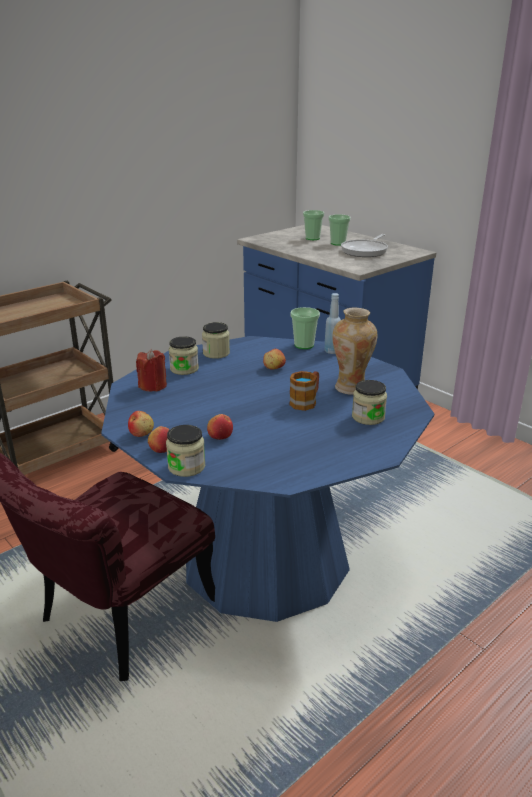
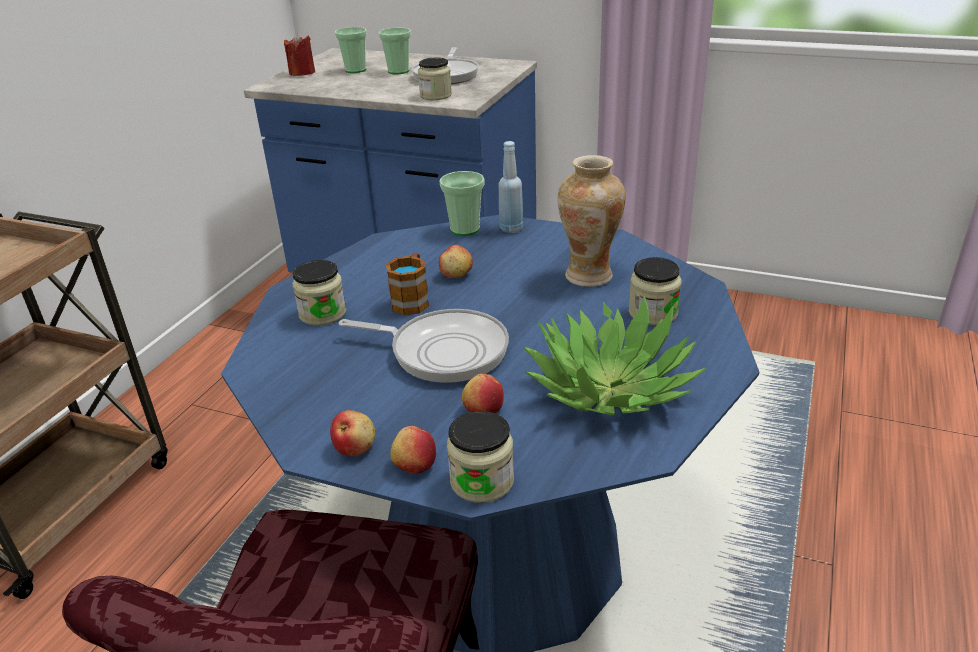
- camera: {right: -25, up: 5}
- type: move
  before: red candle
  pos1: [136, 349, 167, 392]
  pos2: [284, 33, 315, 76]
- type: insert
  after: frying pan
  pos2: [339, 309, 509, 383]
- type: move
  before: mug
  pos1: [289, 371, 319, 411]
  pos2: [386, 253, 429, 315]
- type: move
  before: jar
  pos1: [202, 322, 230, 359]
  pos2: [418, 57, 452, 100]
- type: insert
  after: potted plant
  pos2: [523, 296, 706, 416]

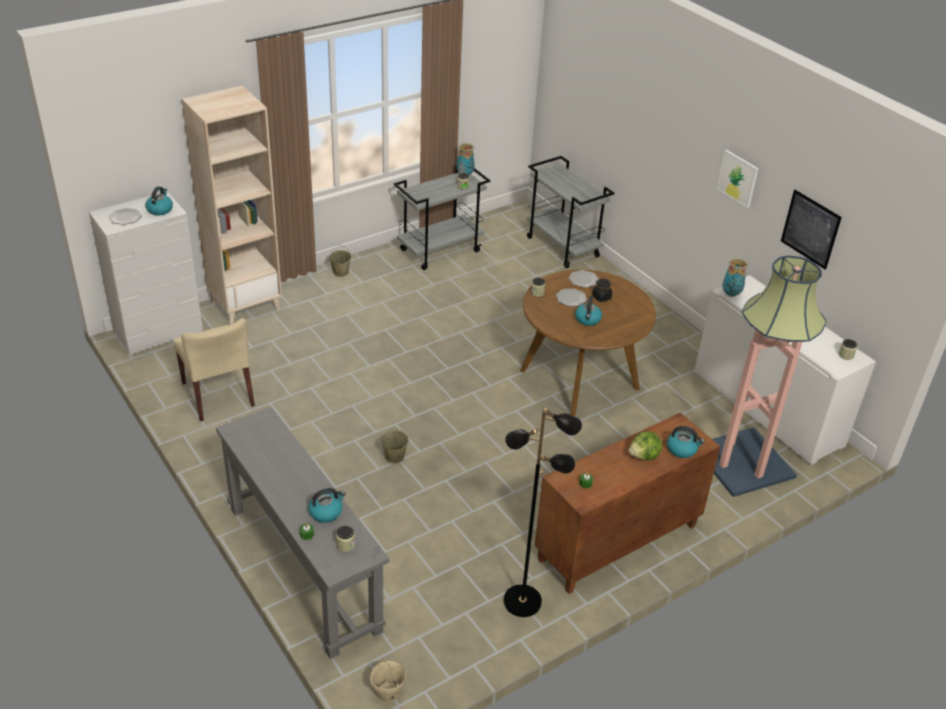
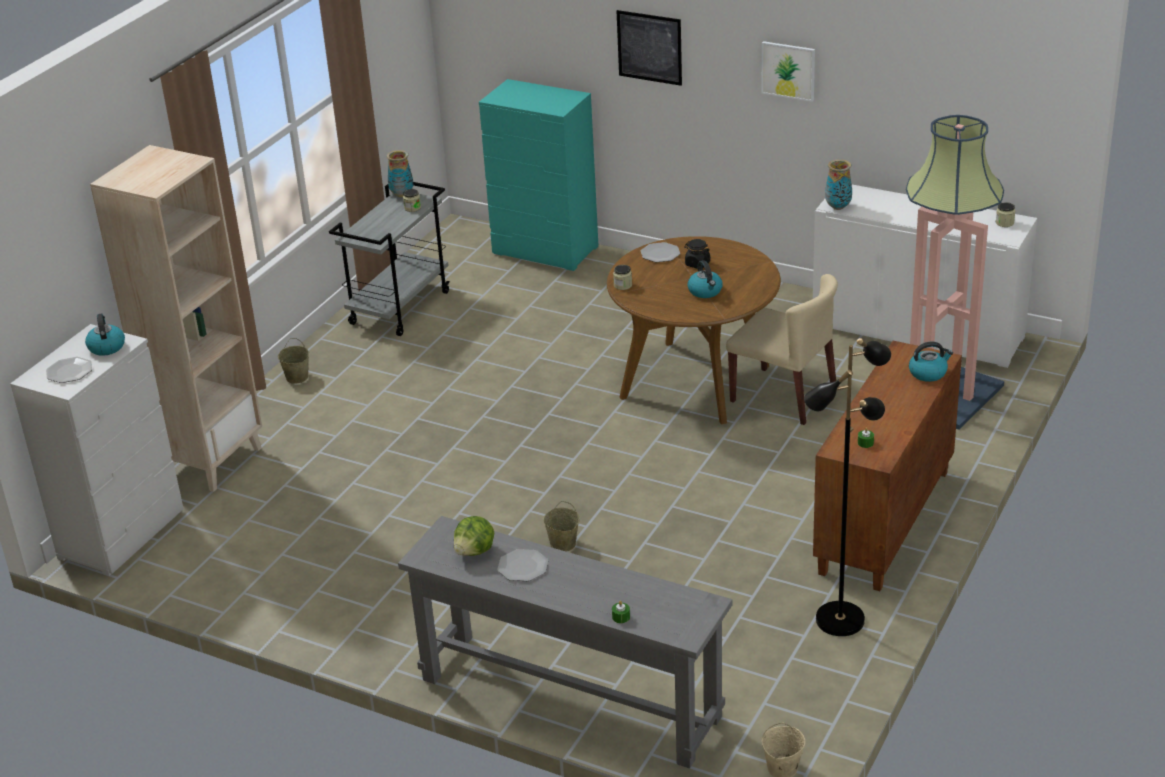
- camera: {right: -25, up: -5}
- type: move
  before: lettuce
  pos1: [629, 431, 662, 461]
  pos2: [454, 516, 494, 556]
- type: replace
  before: grey cart
  after: turquoise dresser
  pos1: [527, 156, 614, 268]
  pos2: [479, 79, 598, 271]
- type: move
  before: plate
  pos1: [556, 288, 587, 307]
  pos2: [497, 549, 548, 581]
- type: move
  before: picture
  pos1: [781, 190, 842, 270]
  pos2: [617, 10, 682, 86]
- type: move
  before: beige chair
  pos1: [173, 318, 255, 422]
  pos2: [726, 274, 838, 425]
- type: delete
  before: kettle
  pos1: [308, 488, 346, 523]
- type: delete
  before: jar
  pos1: [336, 526, 355, 552]

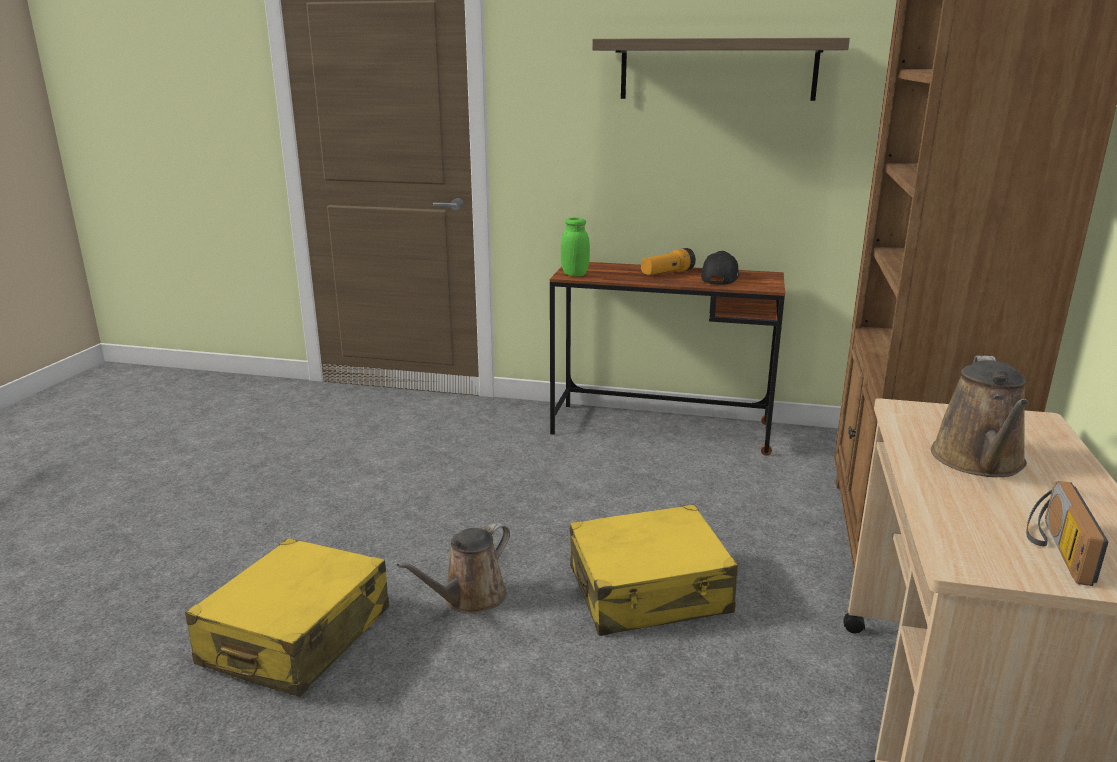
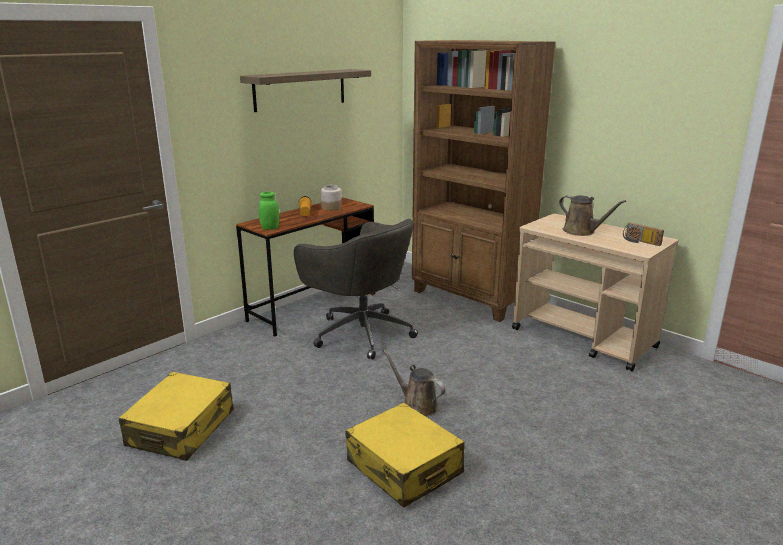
- camera: {right: -60, up: 0}
- type: move
  before: yellow suitcase
  pos1: [570, 504, 738, 636]
  pos2: [119, 372, 234, 461]
- type: insert
  after: grey office chair
  pos2: [294, 219, 418, 359]
- type: replace
  before: black cap
  after: jar
  pos1: [701, 251, 739, 285]
  pos2: [321, 185, 342, 211]
- type: rotate
  before: brown watering can
  pos1: [397, 522, 510, 614]
  pos2: [383, 350, 445, 417]
  turn: 150

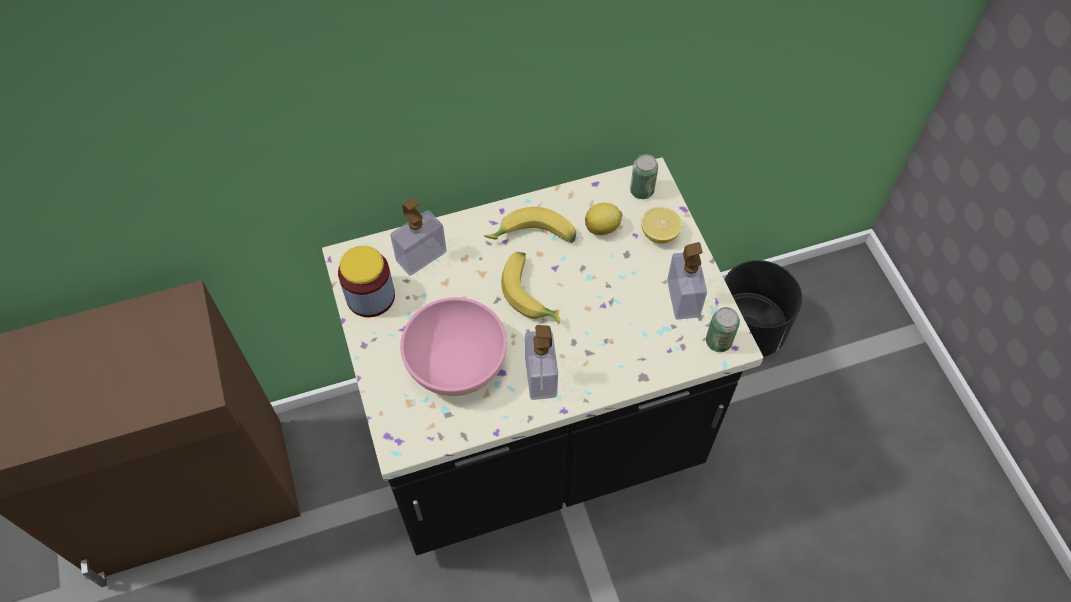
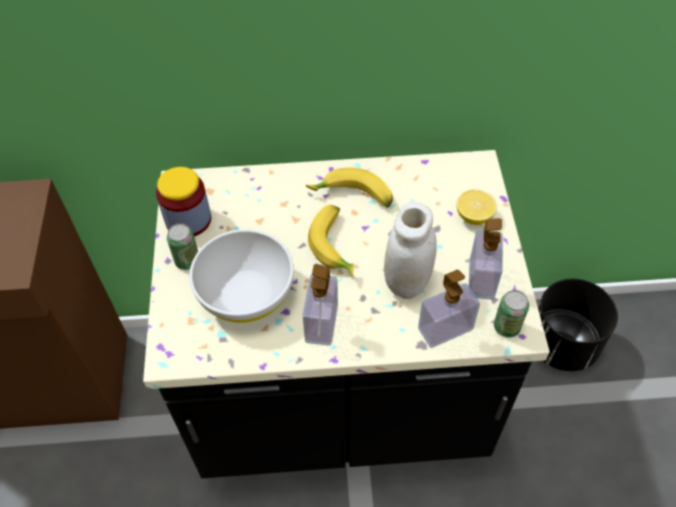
- camera: {right: 15, up: -5}
- type: move
  before: can
  pos1: [630, 154, 658, 199]
  pos2: [167, 223, 198, 270]
- type: recolor
  before: pink bowl
  after: white bowl
  pos1: [400, 297, 507, 396]
  pos2: [189, 229, 294, 323]
- type: insert
  after: white jar
  pos2: [384, 202, 437, 299]
- type: move
  before: soap dispenser
  pos1: [390, 198, 447, 276]
  pos2: [418, 270, 480, 348]
- type: delete
  before: lemon
  pos1: [585, 203, 623, 235]

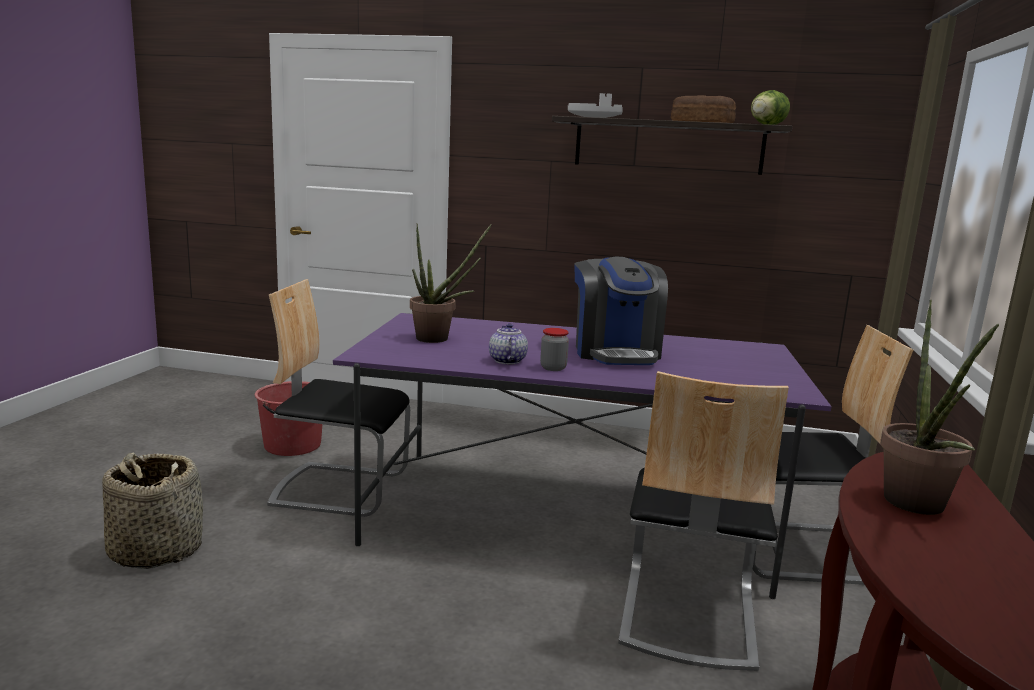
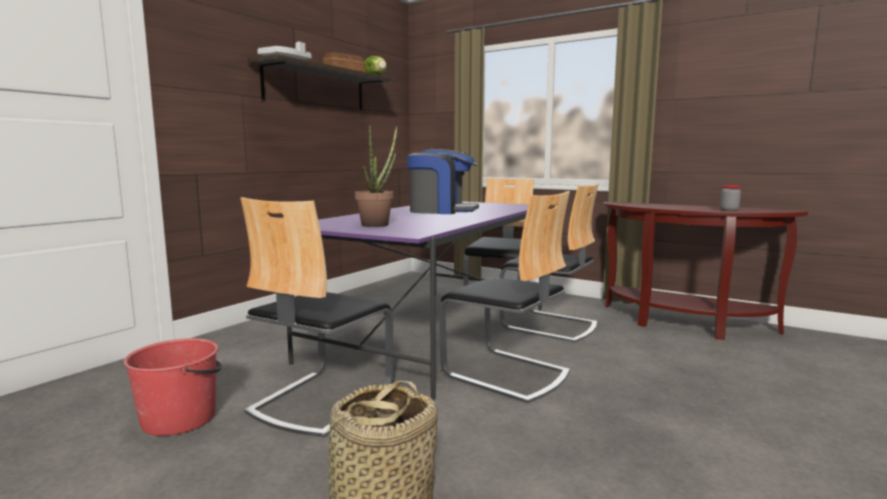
- camera: {right: -70, up: -5}
- type: insert
  after: chair
  pos2: [439, 191, 570, 403]
- type: move
  before: jar
  pos1: [540, 328, 569, 371]
  pos2: [720, 185, 741, 211]
- type: delete
  before: teapot
  pos1: [489, 323, 528, 364]
- type: delete
  before: potted plant
  pos1: [880, 300, 999, 515]

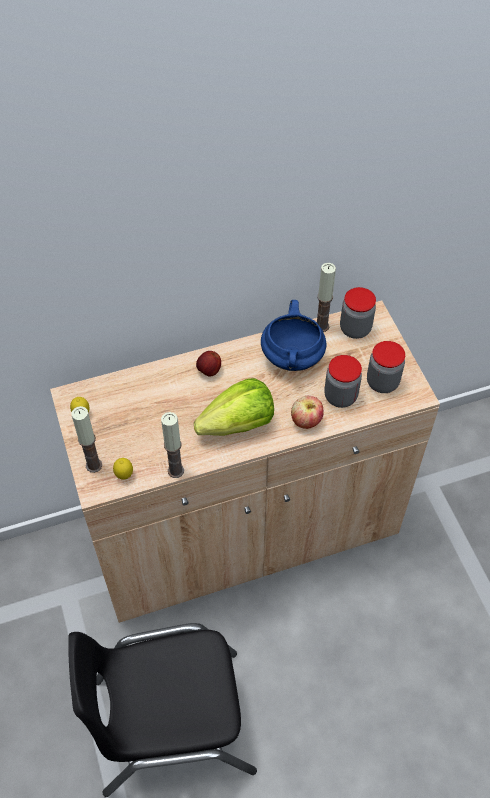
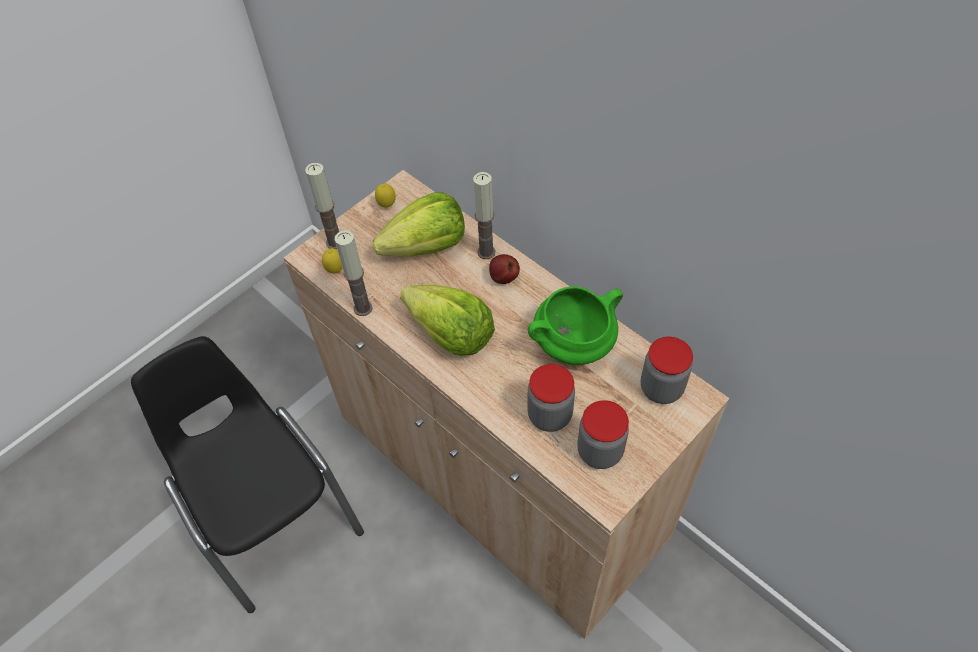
- camera: {right: 65, up: 0}
- type: insert
  after: lettuce
  pos2: [373, 192, 465, 257]
- type: move
  before: candle
  pos1: [317, 263, 336, 332]
  pos2: [473, 172, 495, 259]
- type: recolor
  before: blue cooking pot
  after: green cooking pot
  pos1: [261, 300, 326, 371]
  pos2: [528, 286, 623, 365]
- type: delete
  before: apple
  pos1: [291, 396, 324, 429]

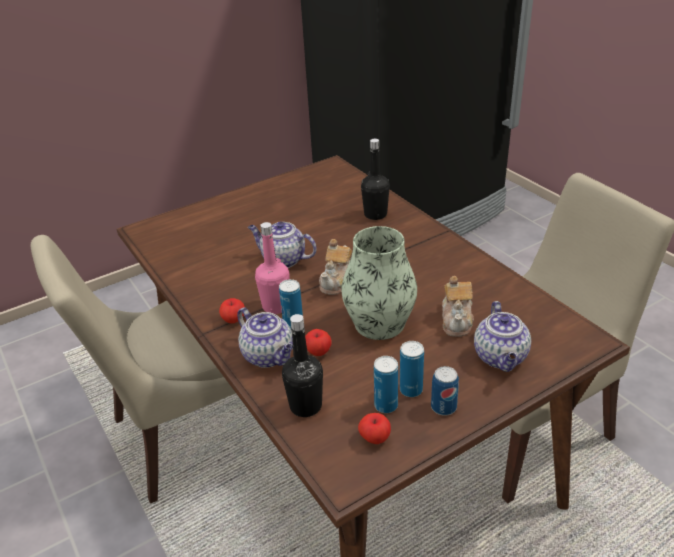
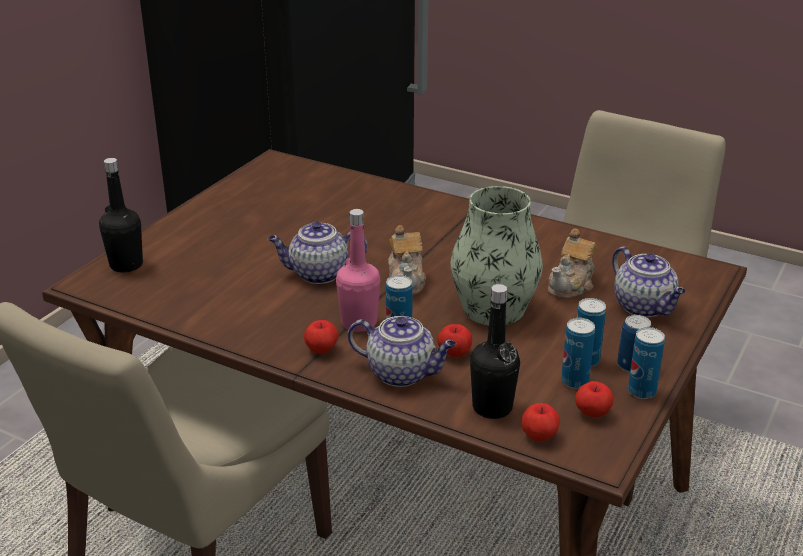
- camera: {right: -30, up: -5}
- type: move
  before: black bottle
  pos1: [361, 138, 390, 220]
  pos2: [99, 158, 143, 272]
- type: insert
  after: apple
  pos2: [521, 403, 560, 441]
- type: rotate
  before: teapot
  pos1: [442, 276, 474, 337]
  pos2: [548, 228, 597, 299]
  turn: 60
- type: insert
  after: can
  pos2: [628, 327, 665, 399]

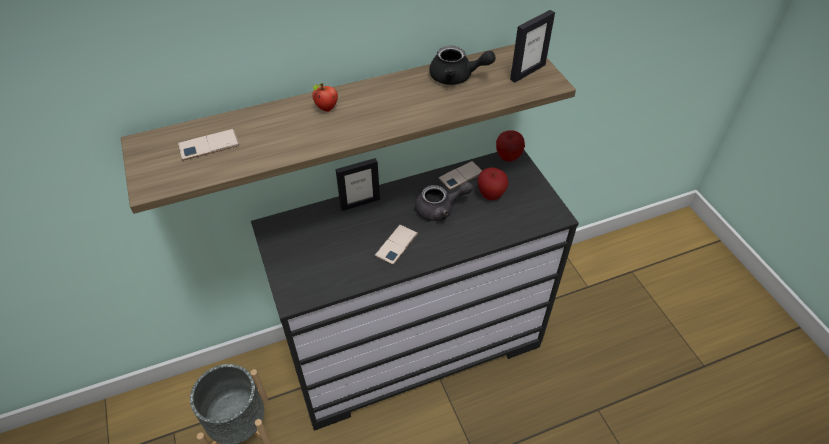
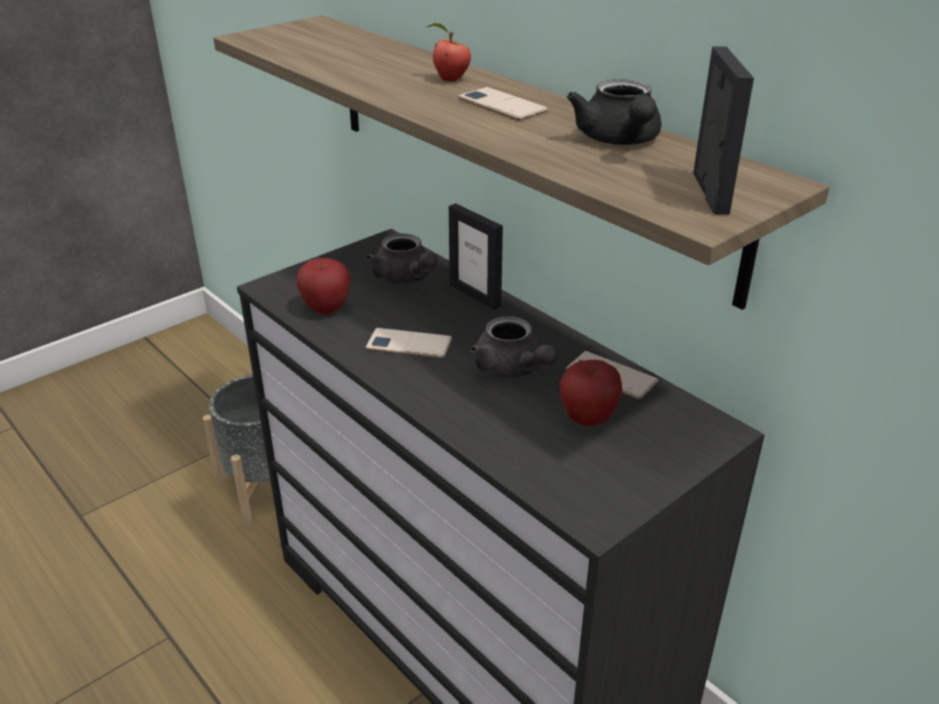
- camera: {right: 70, up: -15}
- type: move
  before: apple
  pos1: [496, 130, 525, 161]
  pos2: [296, 258, 351, 314]
- type: insert
  after: grey teapot
  pos2: [366, 234, 438, 285]
- type: move
  before: phone
  pos1: [178, 129, 239, 160]
  pos2: [458, 87, 548, 121]
- type: rotate
  before: picture frame
  pos1: [510, 10, 555, 83]
  pos2: [693, 47, 754, 214]
  turn: -120

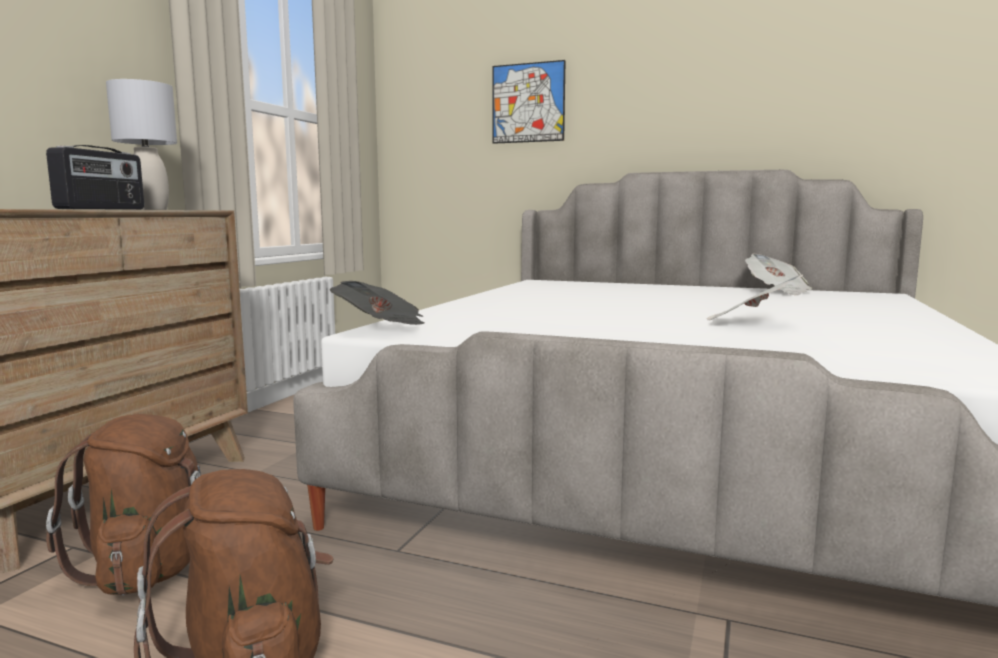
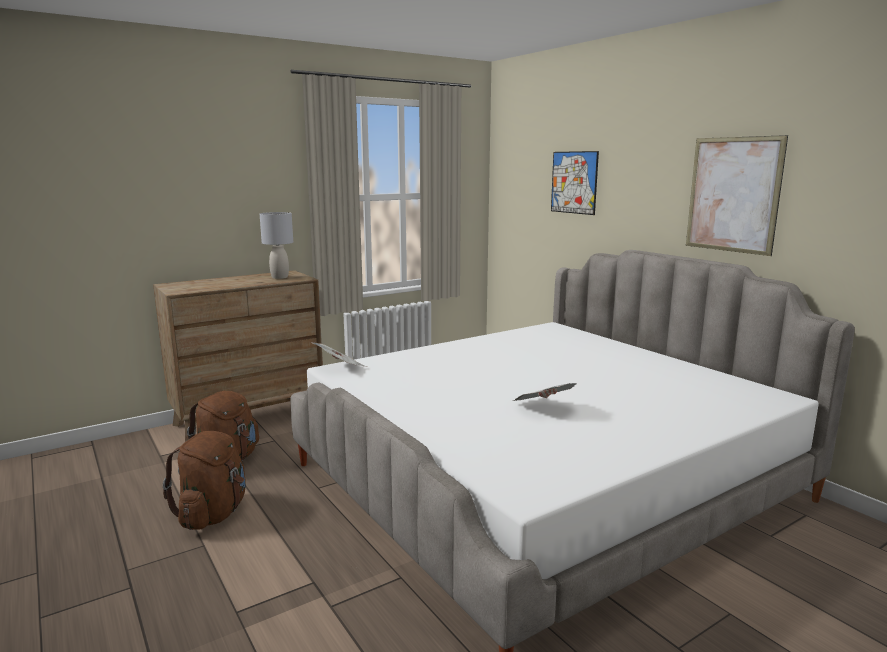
- camera: {right: 35, up: 5}
- type: insert
  after: picture
  pos2: [686, 135, 788, 256]
- type: delete
  before: radio
  pos1: [46, 145, 144, 210]
- type: delete
  before: newspaper
  pos1: [745, 254, 812, 296]

